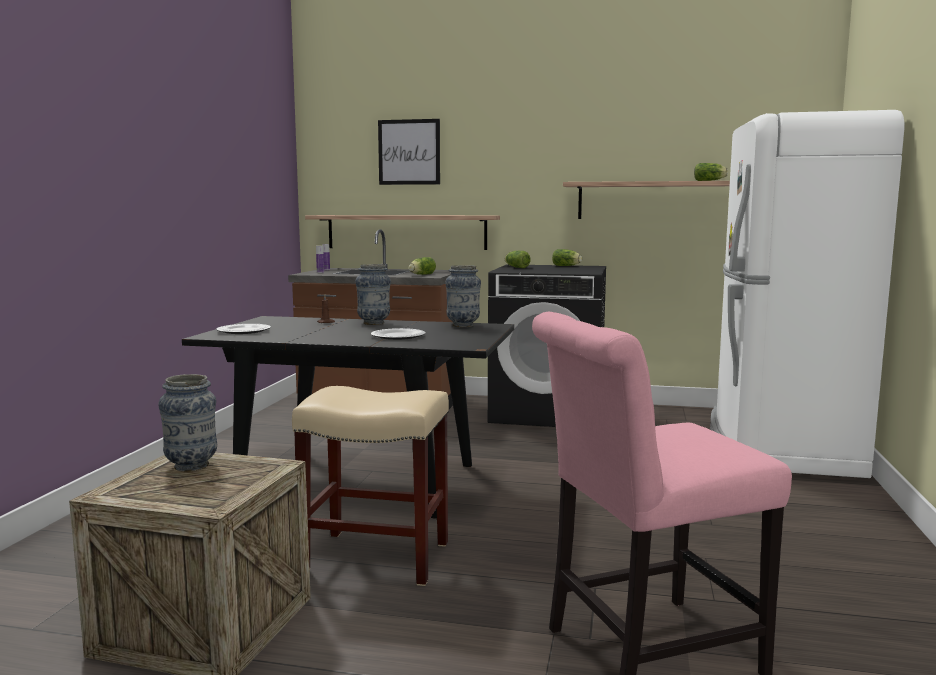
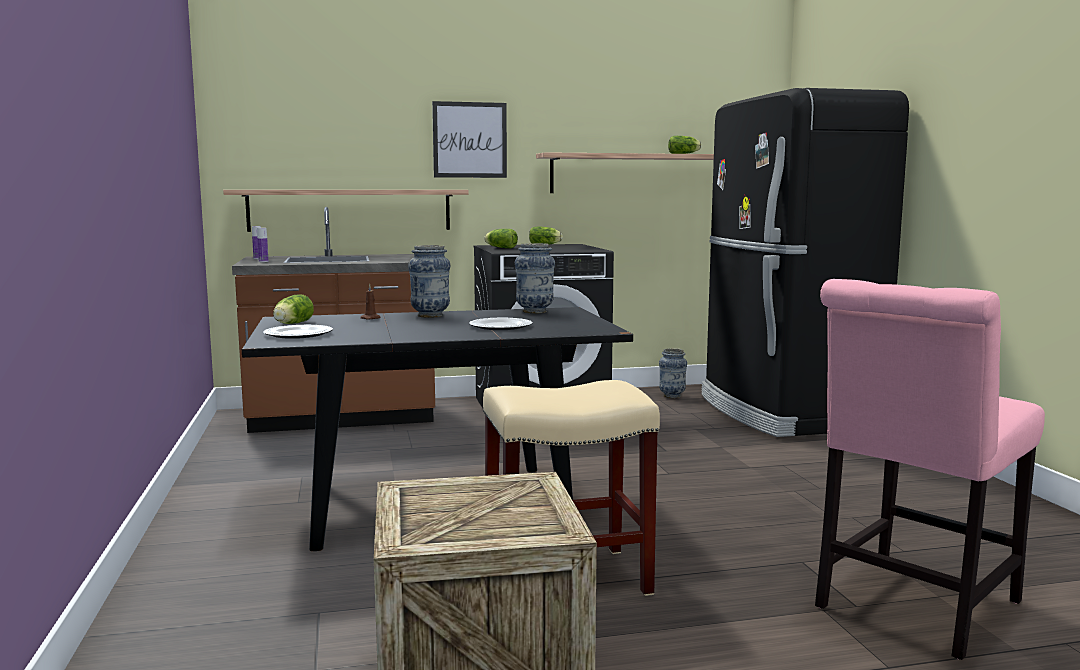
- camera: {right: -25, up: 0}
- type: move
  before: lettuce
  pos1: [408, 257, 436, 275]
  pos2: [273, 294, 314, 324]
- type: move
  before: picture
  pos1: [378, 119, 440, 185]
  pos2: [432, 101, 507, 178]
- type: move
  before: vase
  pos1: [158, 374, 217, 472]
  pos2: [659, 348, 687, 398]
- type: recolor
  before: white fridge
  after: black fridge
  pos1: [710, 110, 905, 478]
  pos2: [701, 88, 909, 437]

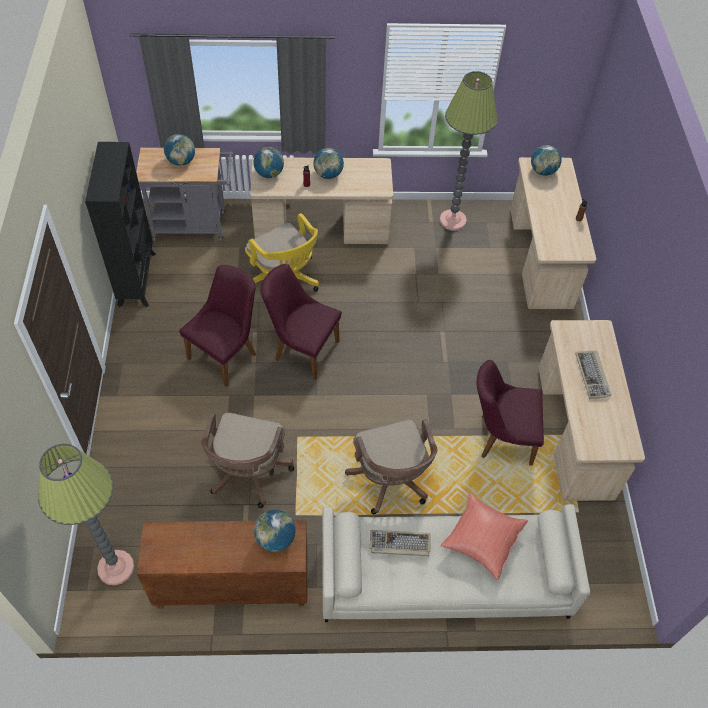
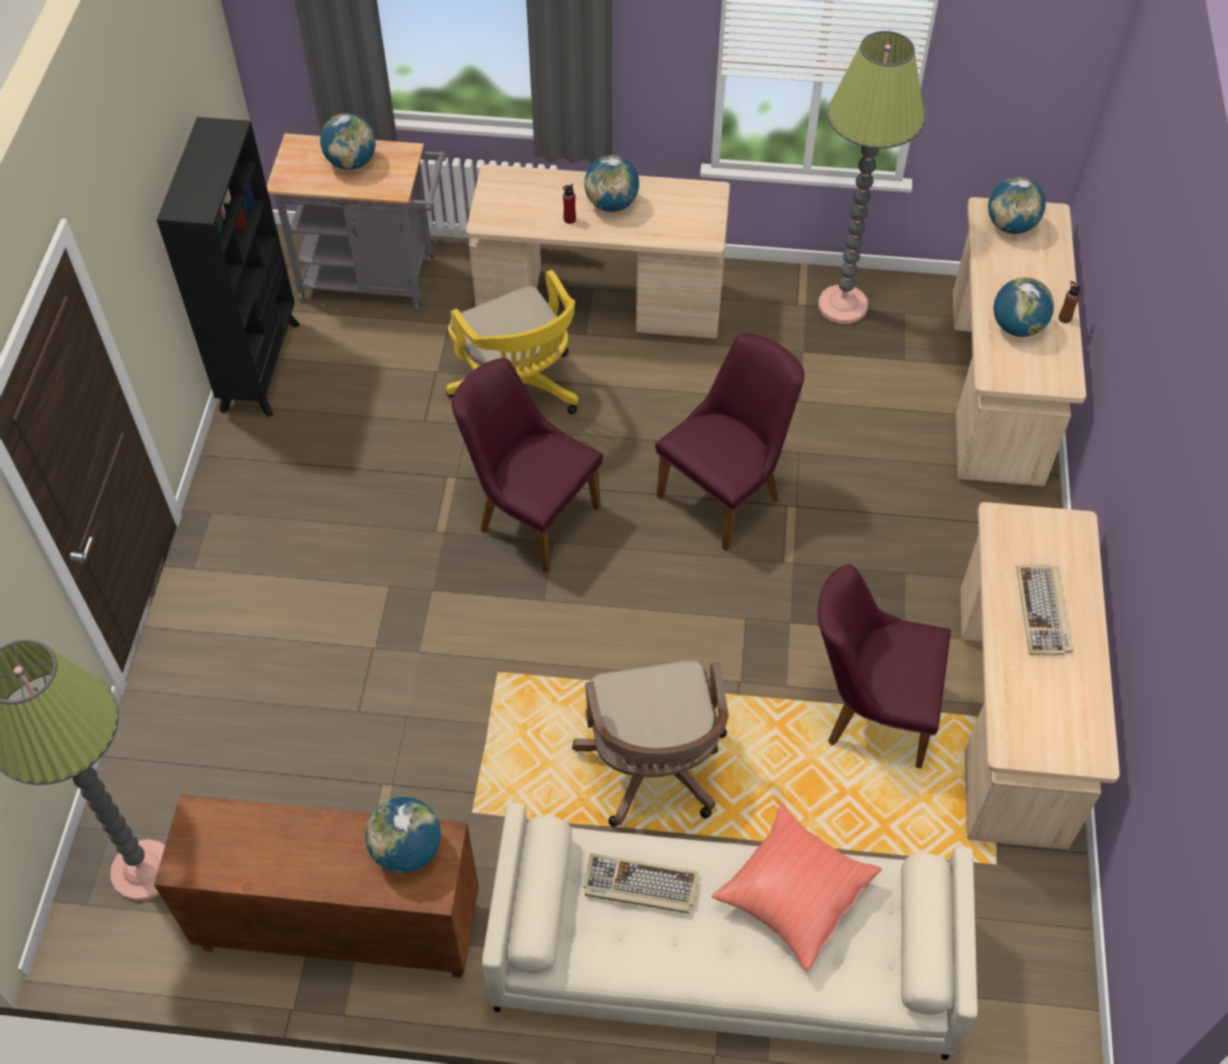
- camera: {right: 10, up: 0}
- type: move
  before: purple chair
  pos1: [179, 265, 256, 387]
  pos2: [655, 333, 805, 551]
- type: move
  before: globe
  pos1: [254, 147, 284, 178]
  pos2: [993, 277, 1054, 337]
- type: delete
  before: brown office chair
  pos1: [201, 413, 294, 508]

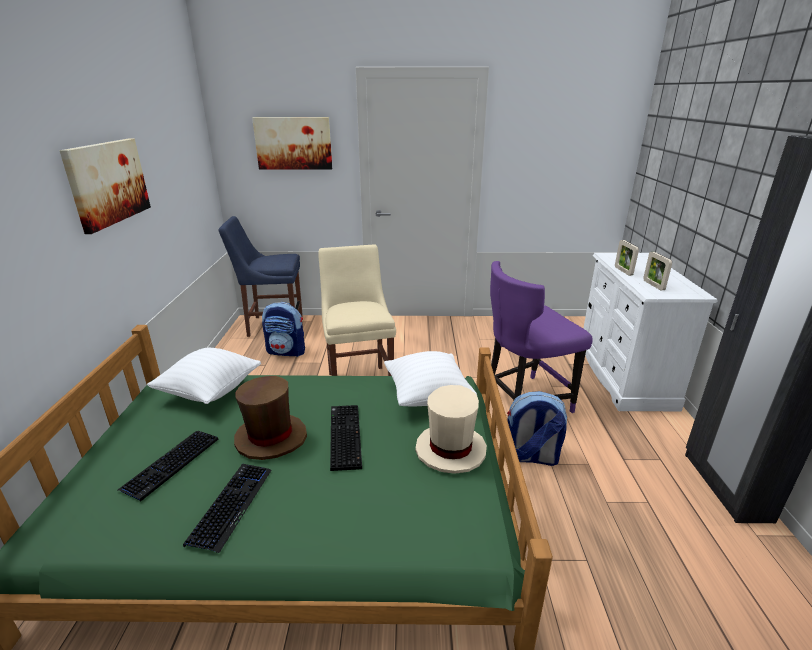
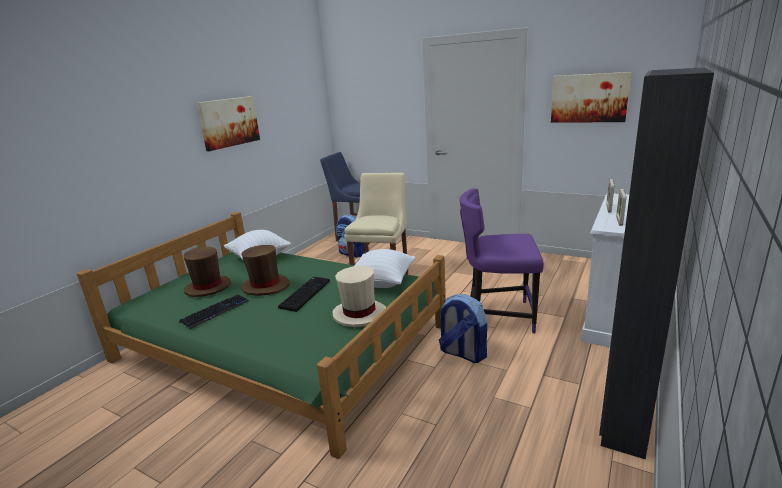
- camera: {right: 30, up: -5}
- type: replace
  before: keyboard
  after: brown hat
  pos1: [118, 431, 218, 502]
  pos2: [184, 246, 231, 297]
- type: move
  before: picture
  pos1: [252, 117, 332, 170]
  pos2: [551, 72, 631, 123]

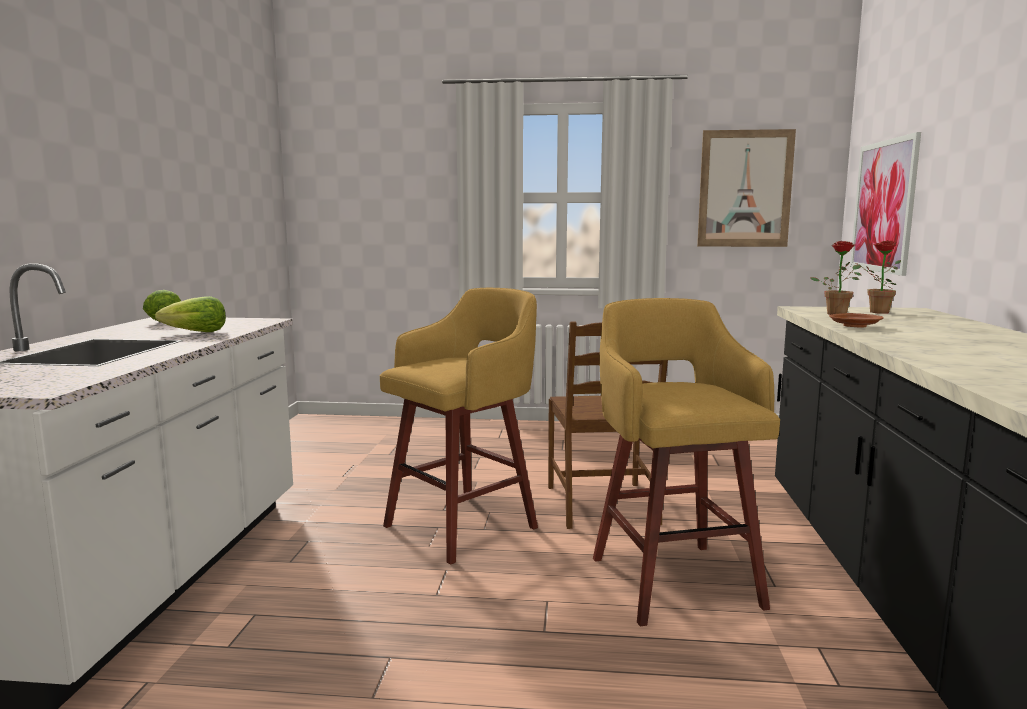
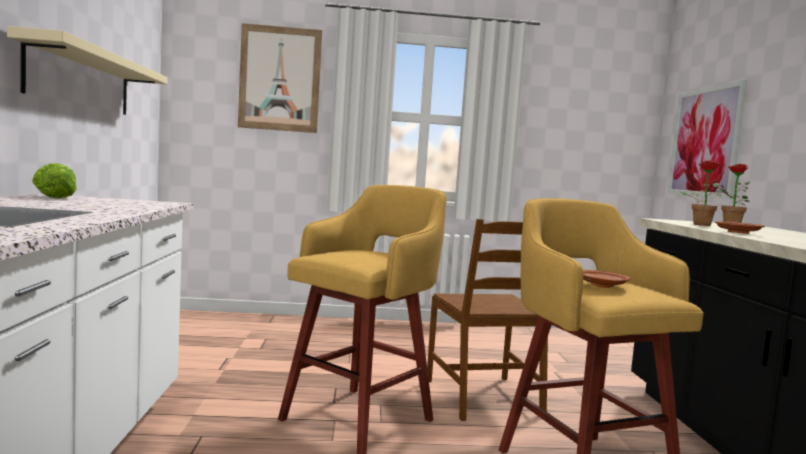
- camera: {right: -10, up: -5}
- type: insert
  after: beige shelf
  pos2: [7, 26, 167, 115]
- type: move
  before: picture
  pos1: [697, 129, 796, 247]
  pos2: [238, 23, 322, 133]
- type: insert
  after: brown plate
  pos2: [583, 270, 631, 288]
- type: delete
  before: lettuce
  pos1: [155, 296, 226, 332]

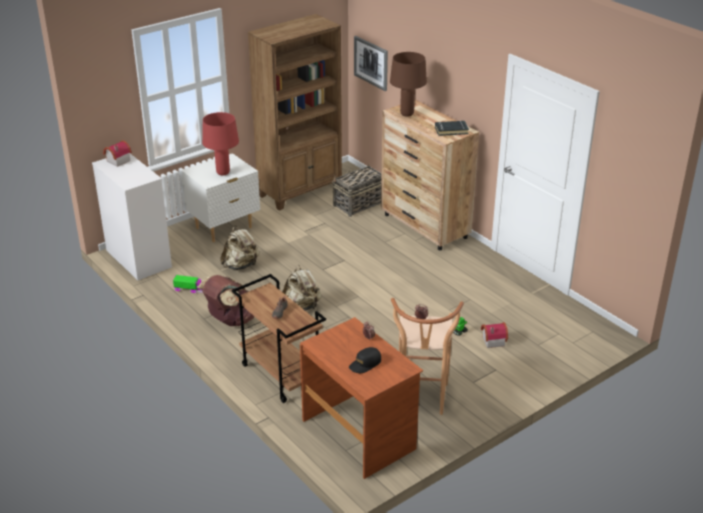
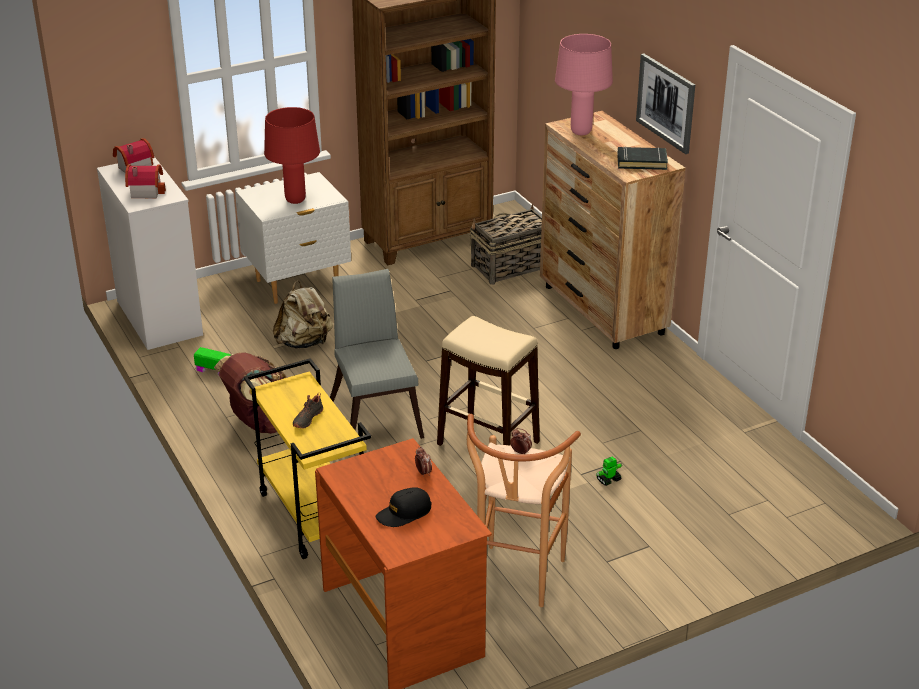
- camera: {right: 10, up: 0}
- type: move
  before: toy house
  pos1: [481, 322, 508, 348]
  pos2: [125, 164, 166, 198]
- type: recolor
  before: brown cart
  after: yellow cart
  pos1: [232, 274, 326, 403]
  pos2: [244, 358, 371, 559]
- type: replace
  before: beige backpack
  after: grey chair
  pos1: [282, 265, 322, 311]
  pos2: [330, 269, 424, 439]
- type: insert
  after: beige stool
  pos2: [437, 316, 540, 446]
- type: recolor
  before: brown table lamp
  after: pink table lamp
  pos1: [390, 52, 427, 117]
  pos2: [555, 34, 613, 135]
- type: move
  before: picture
  pos1: [354, 36, 388, 91]
  pos2: [636, 53, 695, 154]

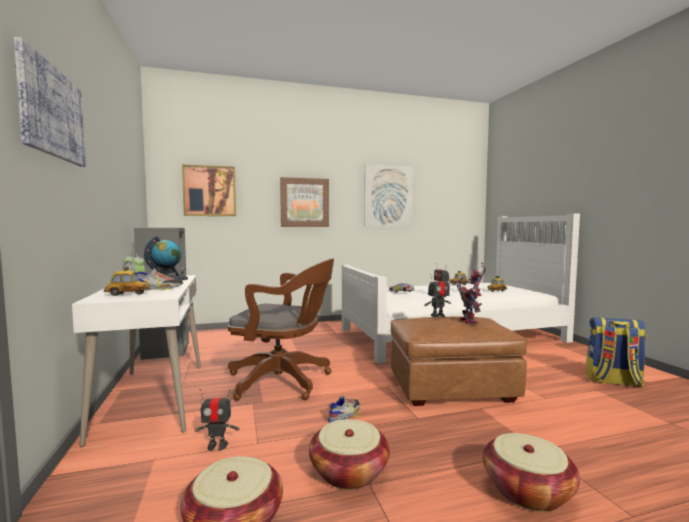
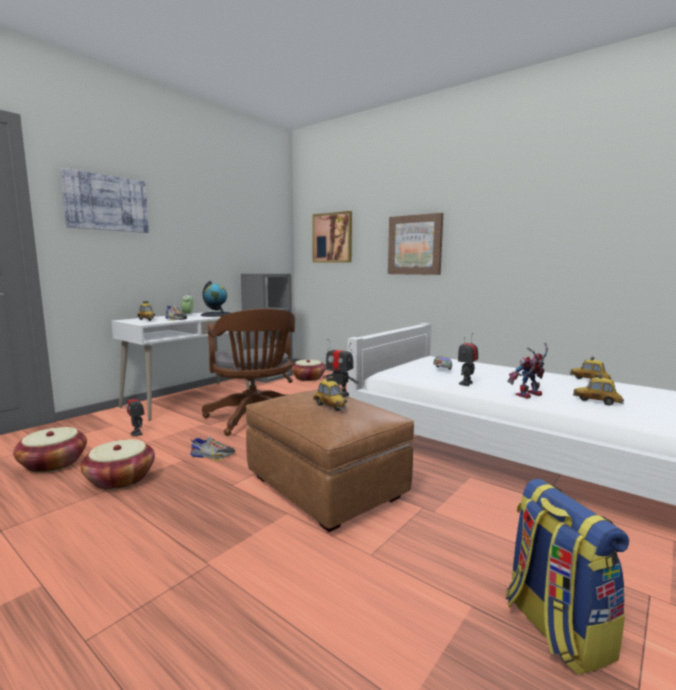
- camera: {right: 55, up: 5}
- type: move
  before: basket
  pos1: [483, 433, 580, 512]
  pos2: [291, 359, 326, 381]
- type: replace
  before: toy robot
  after: toy car
  pos1: [457, 277, 482, 324]
  pos2: [313, 377, 347, 411]
- type: delete
  before: picture
  pos1: [364, 164, 414, 227]

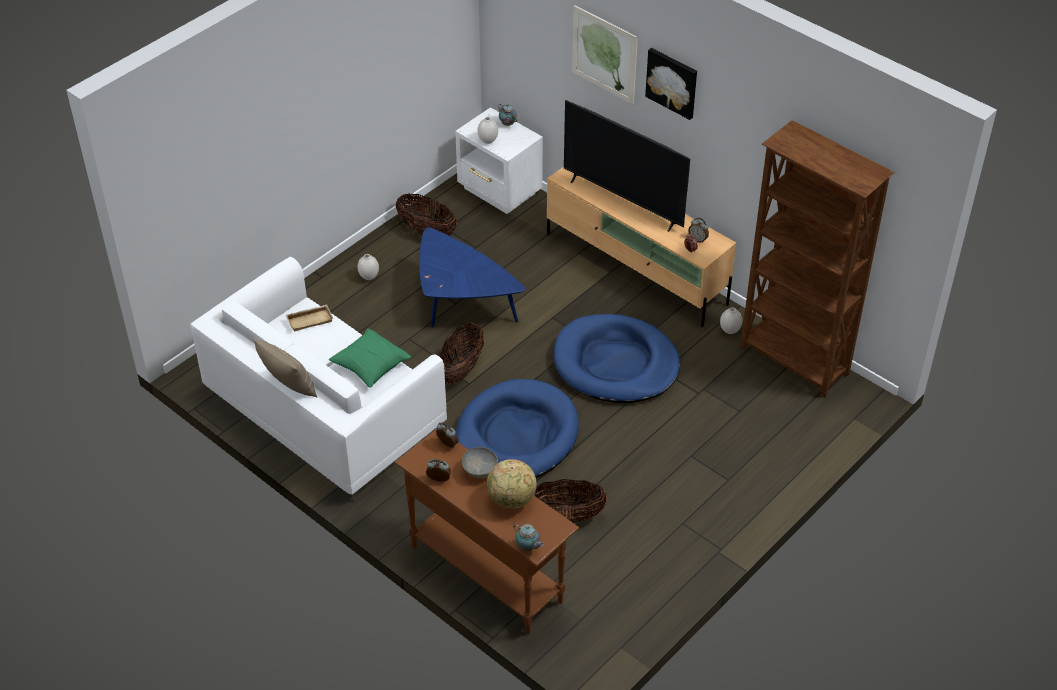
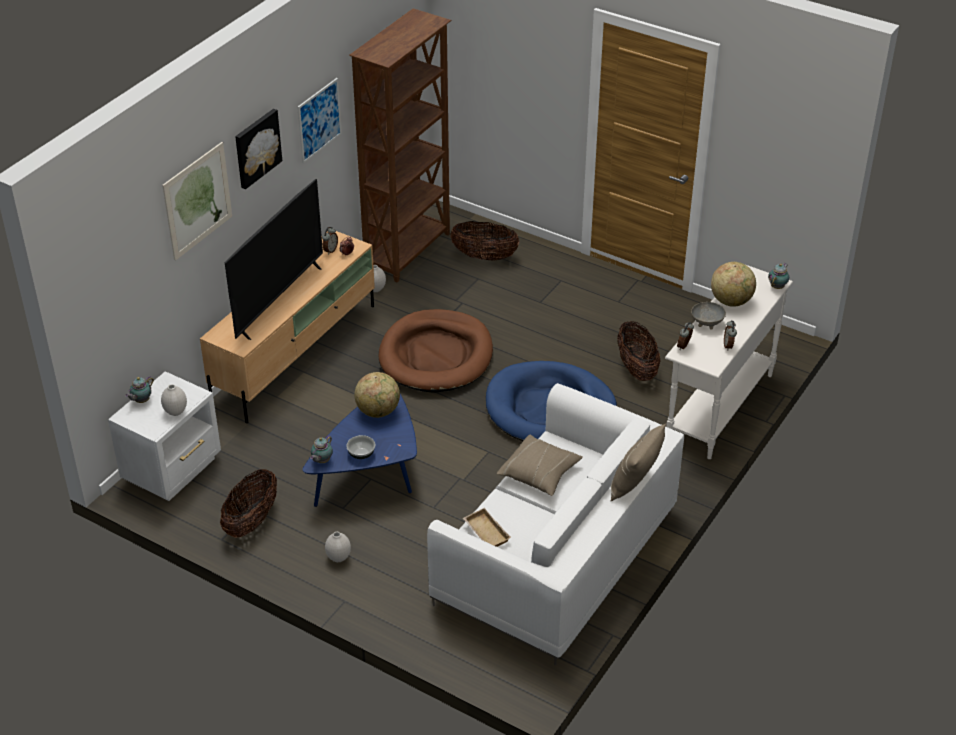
- camera: {right: -100, up: -5}
- type: insert
  after: picture
  pos2: [297, 78, 342, 163]
- type: insert
  after: teapot
  pos2: [310, 435, 333, 463]
- type: insert
  after: bowl
  pos2: [346, 435, 375, 459]
- type: insert
  after: globe
  pos2: [354, 372, 400, 418]
- type: recolor
  before: blue dog bed
  after: brown dog bed
  pos1: [554, 314, 680, 403]
  pos2: [378, 309, 493, 392]
- type: move
  before: basket
  pos1: [438, 323, 484, 384]
  pos2: [450, 221, 520, 261]
- type: recolor
  before: green pillow
  after: beige pillow
  pos1: [329, 329, 411, 388]
  pos2: [497, 435, 583, 496]
- type: recolor
  before: brown console table
  after: white console table
  pos1: [395, 429, 579, 634]
  pos2: [665, 265, 793, 459]

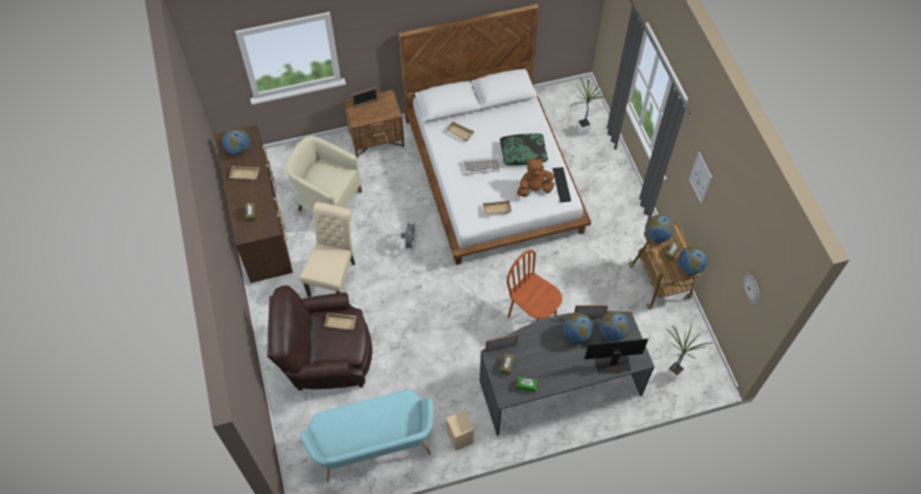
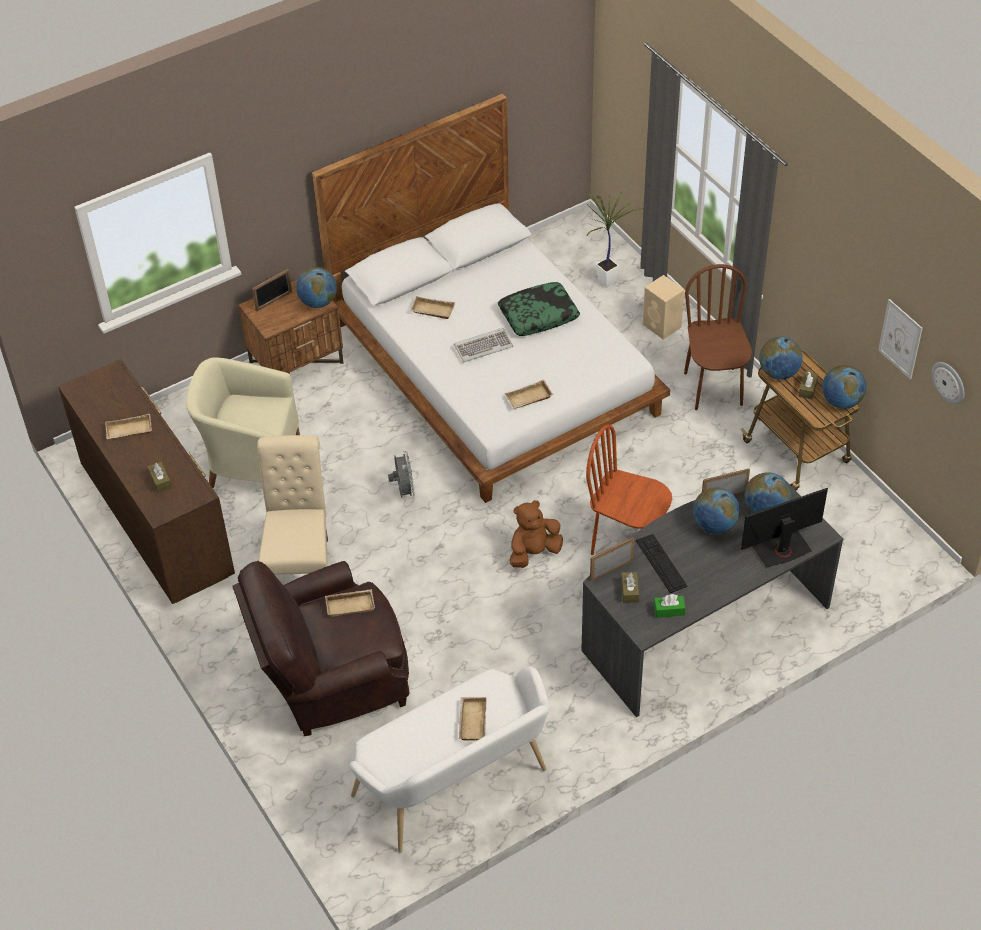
- camera: {right: -15, up: -10}
- type: move
  before: globe
  pos1: [222, 128, 251, 155]
  pos2: [296, 267, 337, 308]
- type: recolor
  before: turquoise bench
  after: white bench
  pos1: [300, 389, 433, 483]
  pos2: [350, 667, 550, 853]
- type: insert
  after: beige tray
  pos2: [459, 697, 487, 741]
- type: move
  before: brown plush toy
  pos1: [517, 158, 554, 197]
  pos2: [510, 500, 563, 568]
- type: move
  before: keyboard
  pos1: [552, 167, 571, 203]
  pos2: [636, 534, 688, 593]
- type: move
  before: beige speaker
  pos1: [446, 410, 474, 451]
  pos2: [643, 275, 684, 340]
- type: insert
  after: brown chair
  pos2: [684, 264, 752, 410]
- type: move
  before: picture
  pos1: [689, 152, 712, 204]
  pos2: [878, 299, 923, 379]
- type: delete
  before: potted plant
  pos1: [666, 325, 713, 381]

